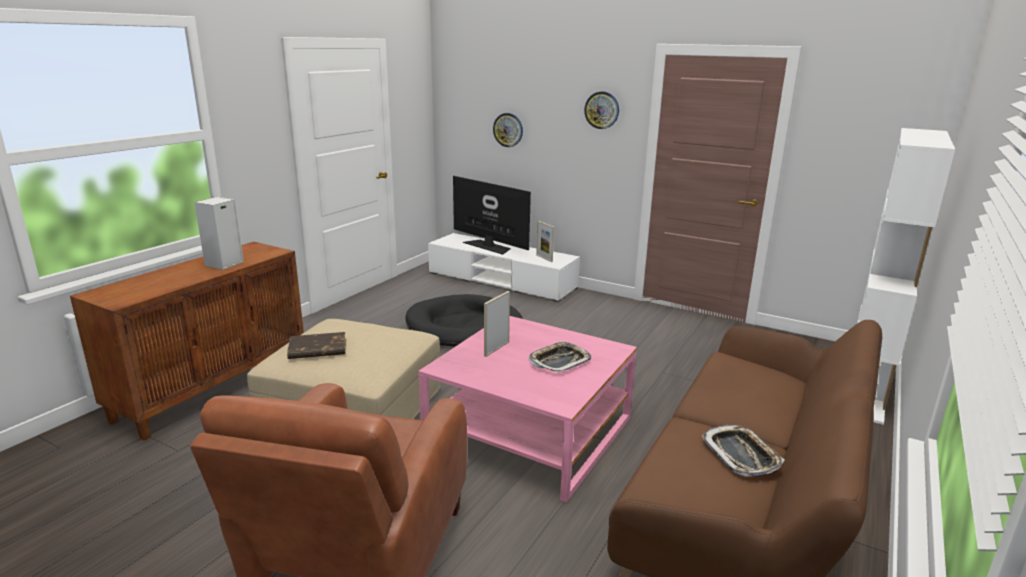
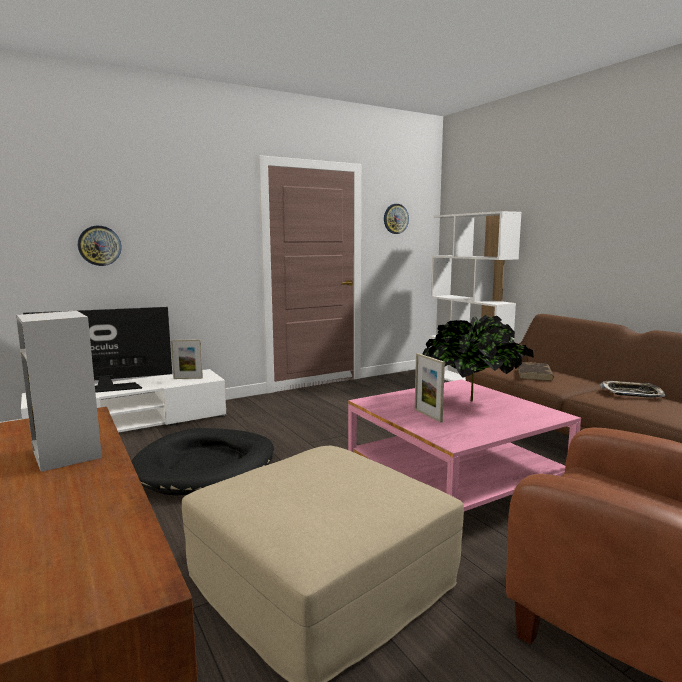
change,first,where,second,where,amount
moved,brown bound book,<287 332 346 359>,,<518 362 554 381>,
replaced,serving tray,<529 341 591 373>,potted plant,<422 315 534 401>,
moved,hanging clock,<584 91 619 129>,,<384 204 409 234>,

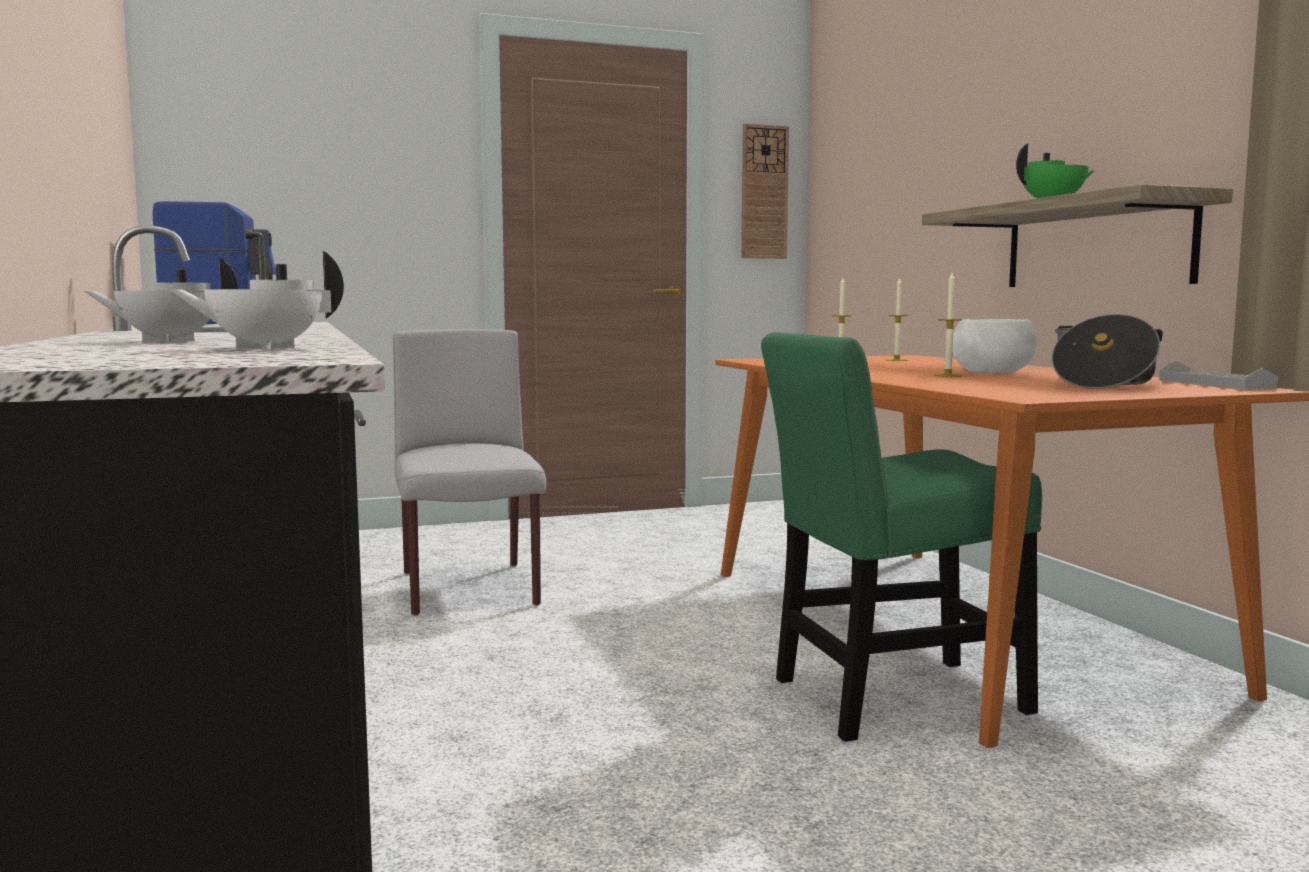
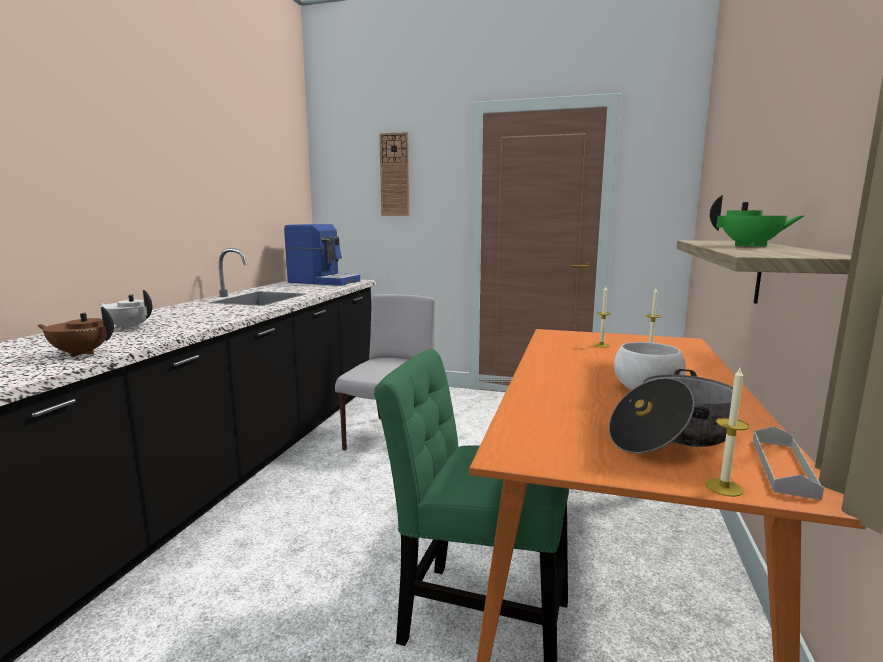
change,first,where,second,where,amount
recoloured,whitish tea pot,<170 251 344 349>,brown tea pot,<37 306 114 357>,
moved,hanging clock,<741 123 789 259>,,<379 132 410 216>,
moved,wax candle,<934 273 962 377>,,<705 368 749 497>,

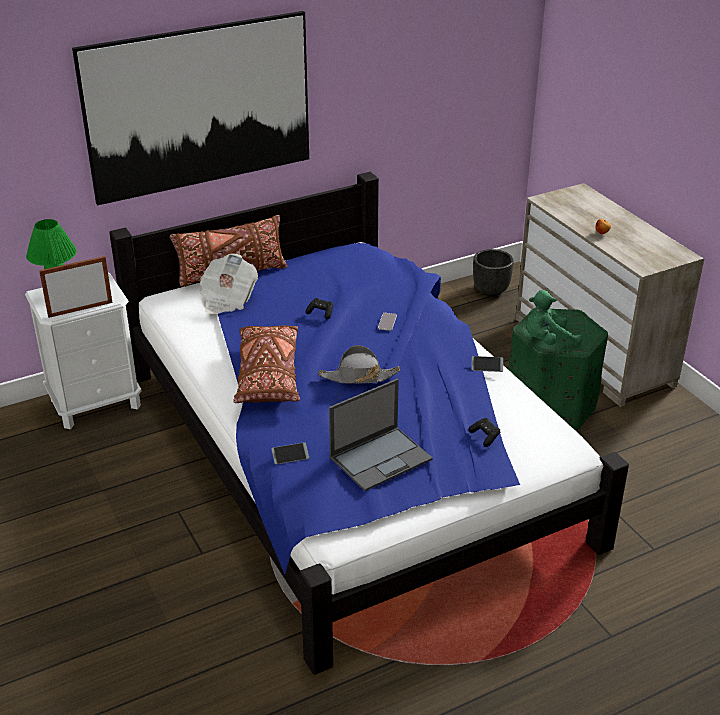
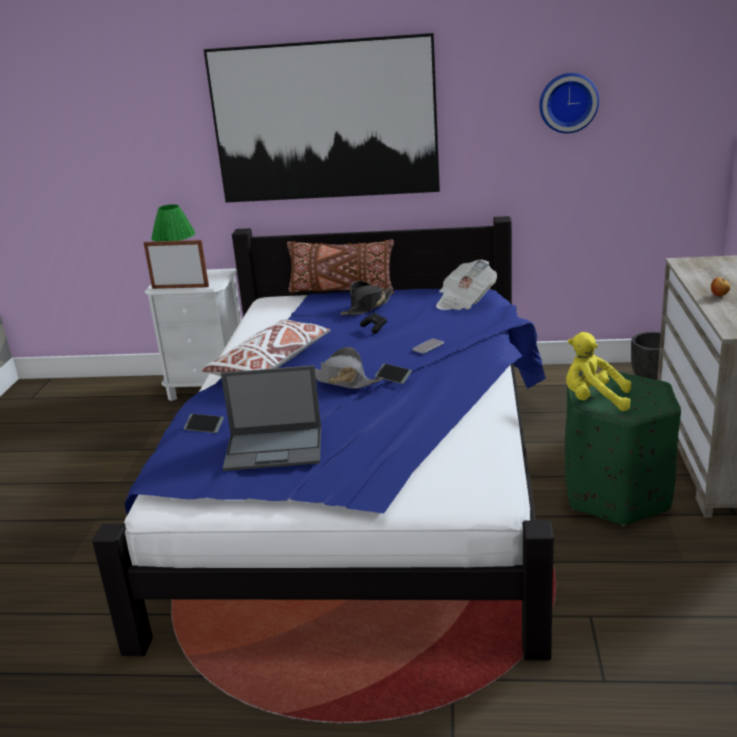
change,first,where,second,where,amount
moved,daily paper,<199 253 258 314>,,<436 260 497 310>,
recoloured,brown throw pillow,<233 325 300 403>,whitish throw pillow,<202 319 330 376>,
removed,black joypad,<468 418 500 447>,,,
moved,handset,<471 356 503 372>,,<375 363 412 384>,
recoloured,green soft toy,<526 290 581 346>,yellow-coloured soft toy,<566 332 632 411>,
added,,,black clothing hat,<341 281 393 315>,
added,,,hanging clock,<539 73 599 133>,

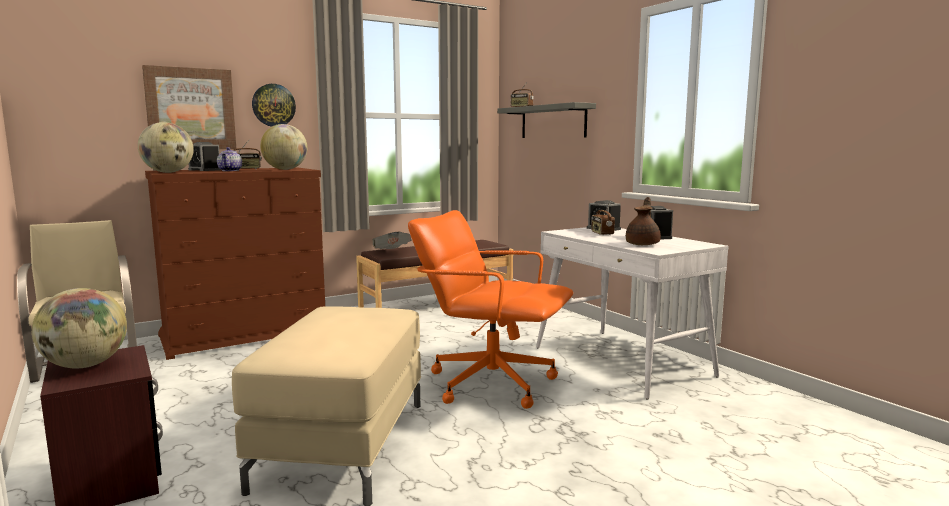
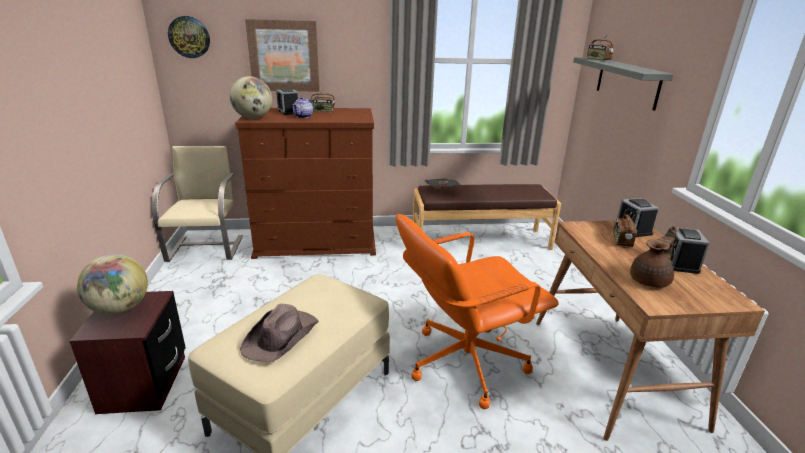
change,first,where,second,where,amount
moved,hanging clock,<252 84 296 127>,,<168 16 210 58>,
removed,desk globe,<260 124 307 170>,,,
turned,orangey desk chair,<408 210 573 409>,,<396 214 559 409>,75 degrees counterclockwise
recoloured,whitish desk,<536 227 729 399>,brown desk,<536 221 765 441>,
added,,,brown clothing hat,<240 304 319 362>,

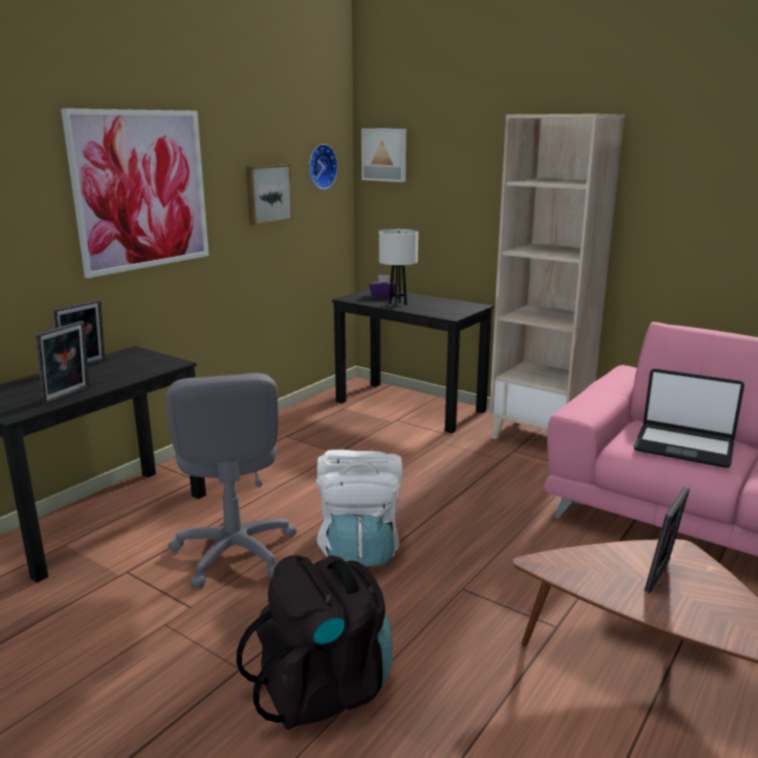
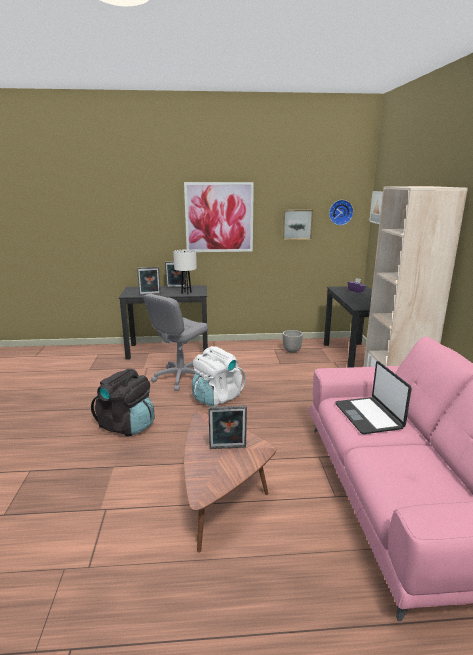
change,first,where,second,where,amount
moved,whitish tabletop lamp,<379 229 418 306>,,<173 249 197 294>,
added,,,plant pot,<283 330 303 353>,

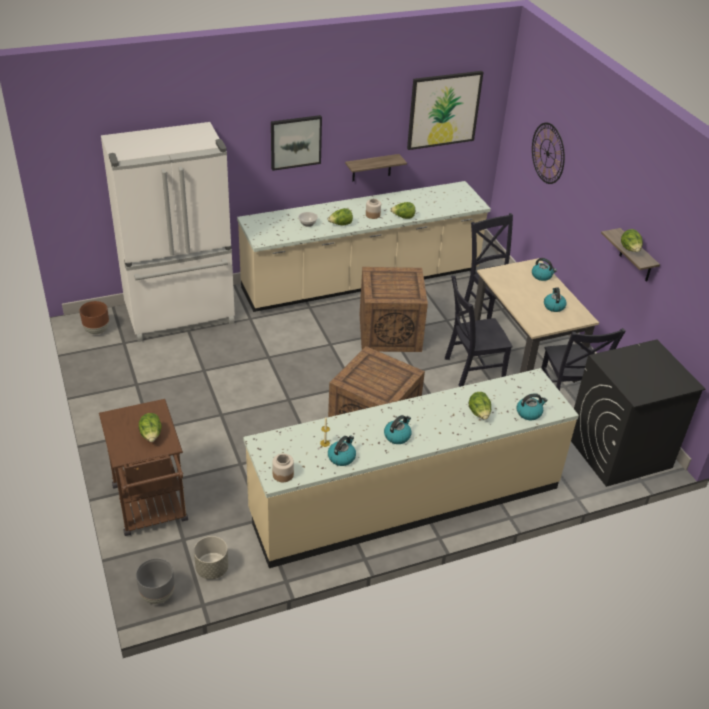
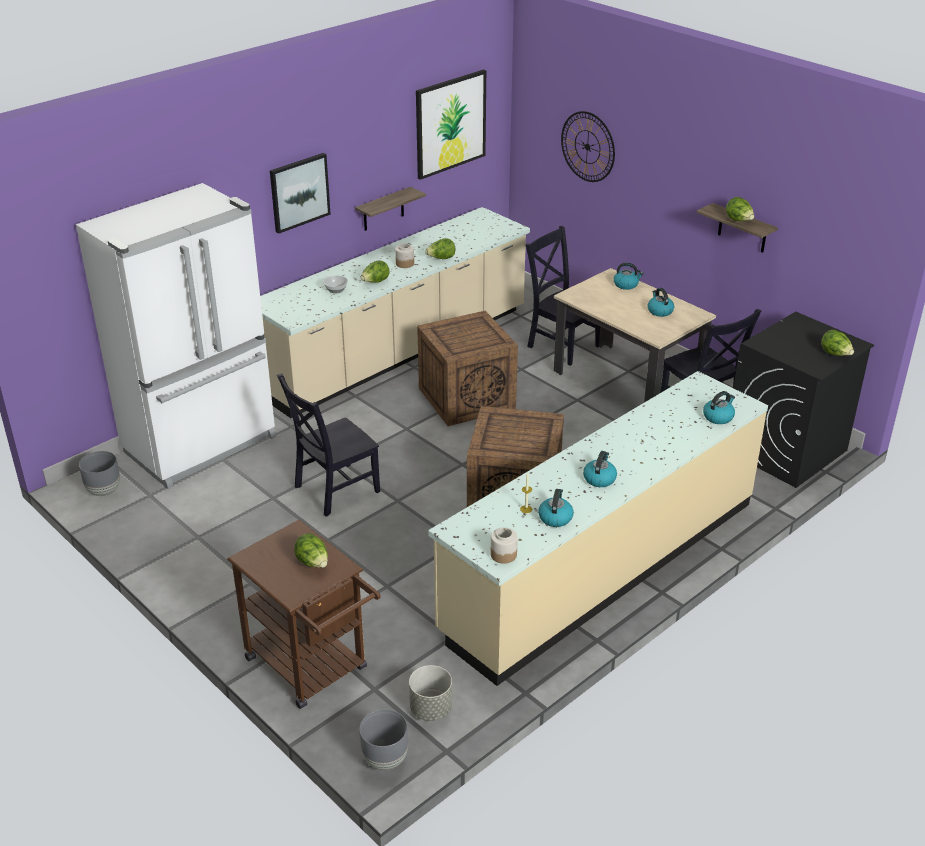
change,first,where,second,where,amount
recoloured,brown plant pot,<79 301 109 334>,greyish plant pot,<79 451 120 496>,
moved,black upright chair,<445 276 513 387>,,<277 374 380 517>,
moved,lettuce head,<469 392 491 420>,,<821 329 854 356>,

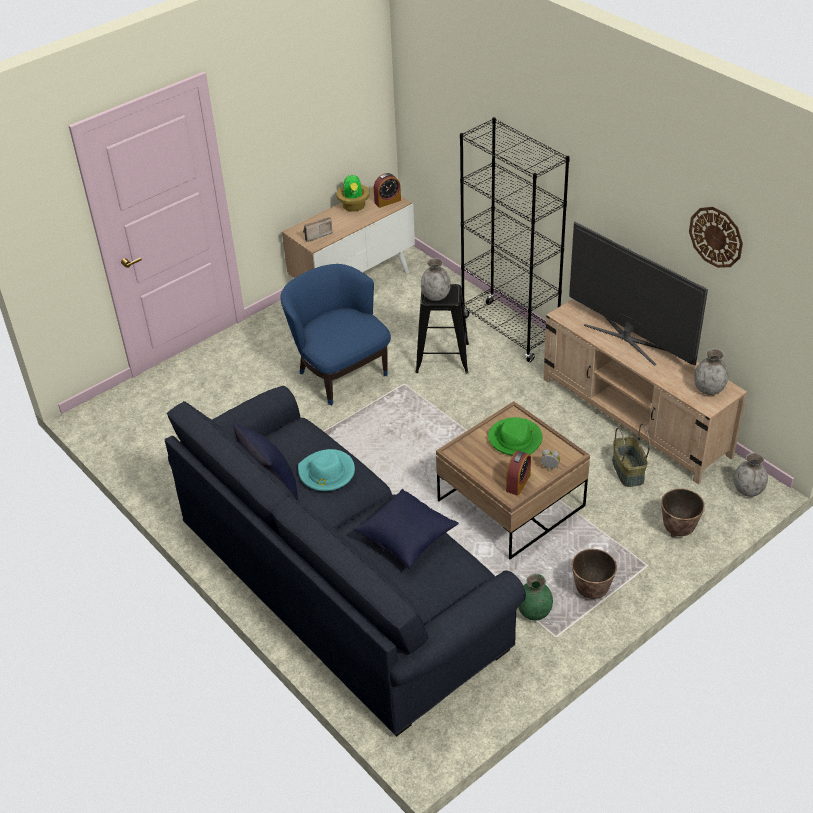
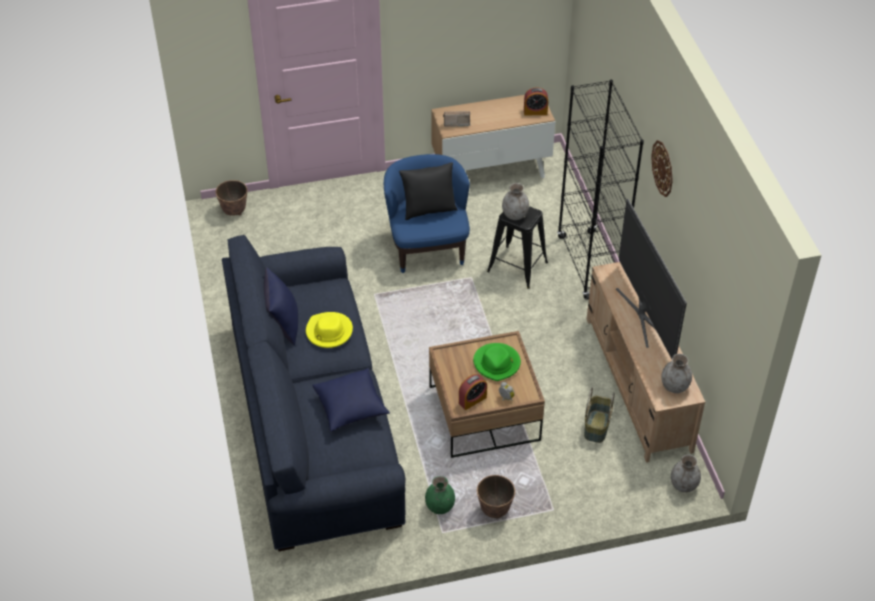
change,first,where,second,where,amount
recoloured,turquoise-coloured clothing hat,<298 449 355 491>,yellow-coloured clothing hat,<306 312 353 348>,
removed,potted plant,<337 173 370 212>,,,
moved,plant pot,<661 488 705 537>,,<215 180 247 216>,
moved,hanging clock,<689 207 743 268>,,<651 140 673 197>,
added,,,black throw pillow,<399 162 458 220>,

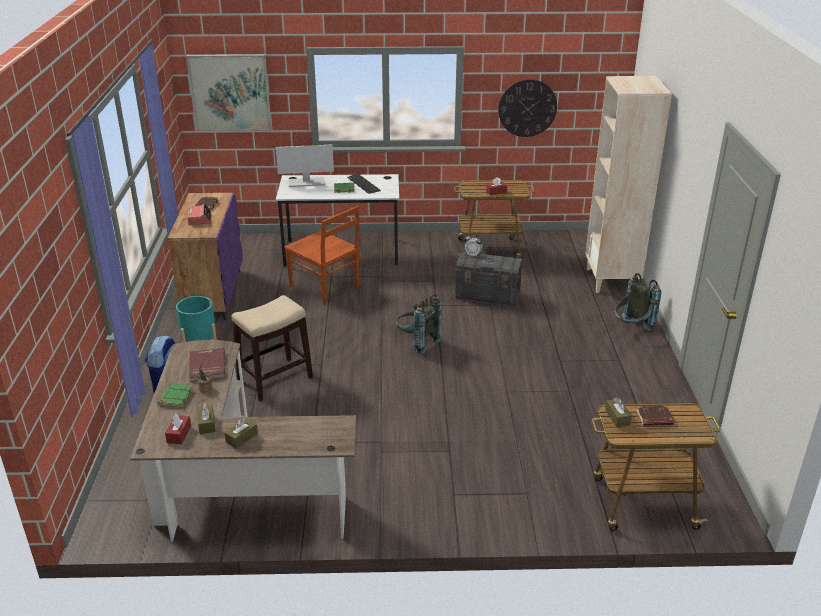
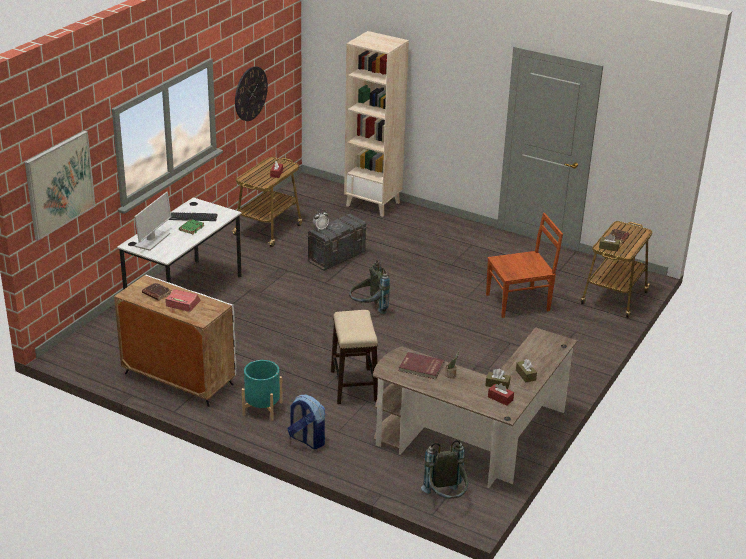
change,first,where,second,where,amount
removed,green bound book,<158 384 193 407>,,,
recoloured,purplish storage cabinet,<168 193 243 320>,whitish storage cabinet,<114 275 236 407>,
moved,brown upright chair,<284 206 359 305>,,<486 213 563 318>,
moved,greyish knapsack,<614 273 661 331>,,<421 440 468 499>,

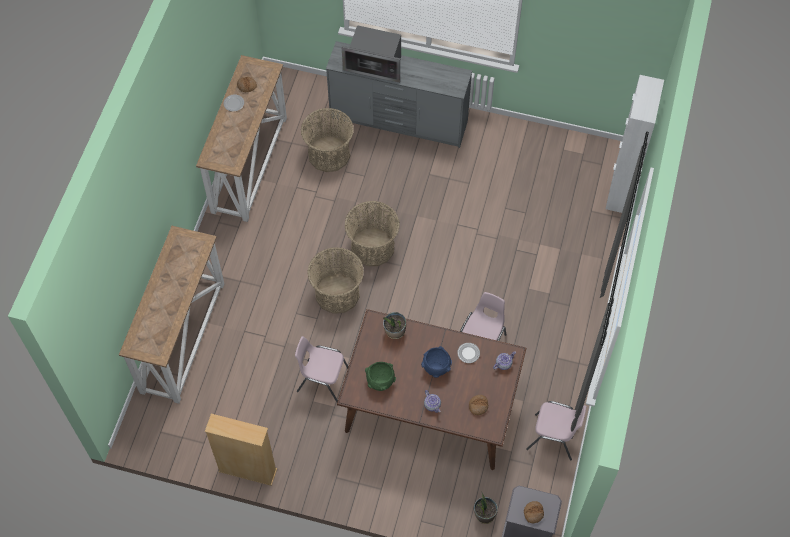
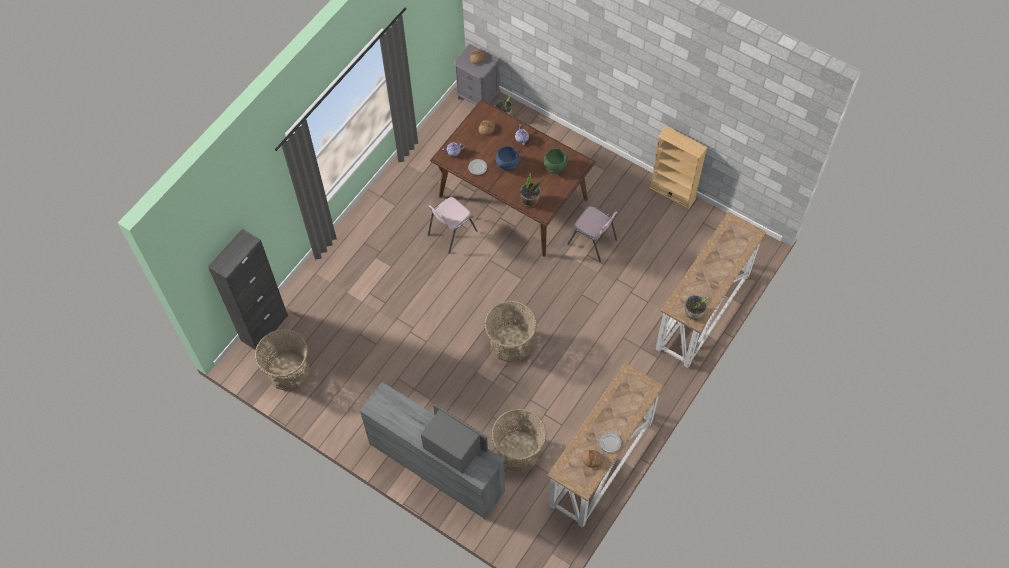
change,first,where,second,where,amount
moved,household basket,<308 247 364 314>,,<255 329 310 391>,
removed,pink-coloured upright chair,<526 401 586 461>,,,
recoloured,whitish storage cabinet,<606 75 664 213>,black storage cabinet,<208 229 288 350>,
added,,,potted plant,<685 295 709 320>,

